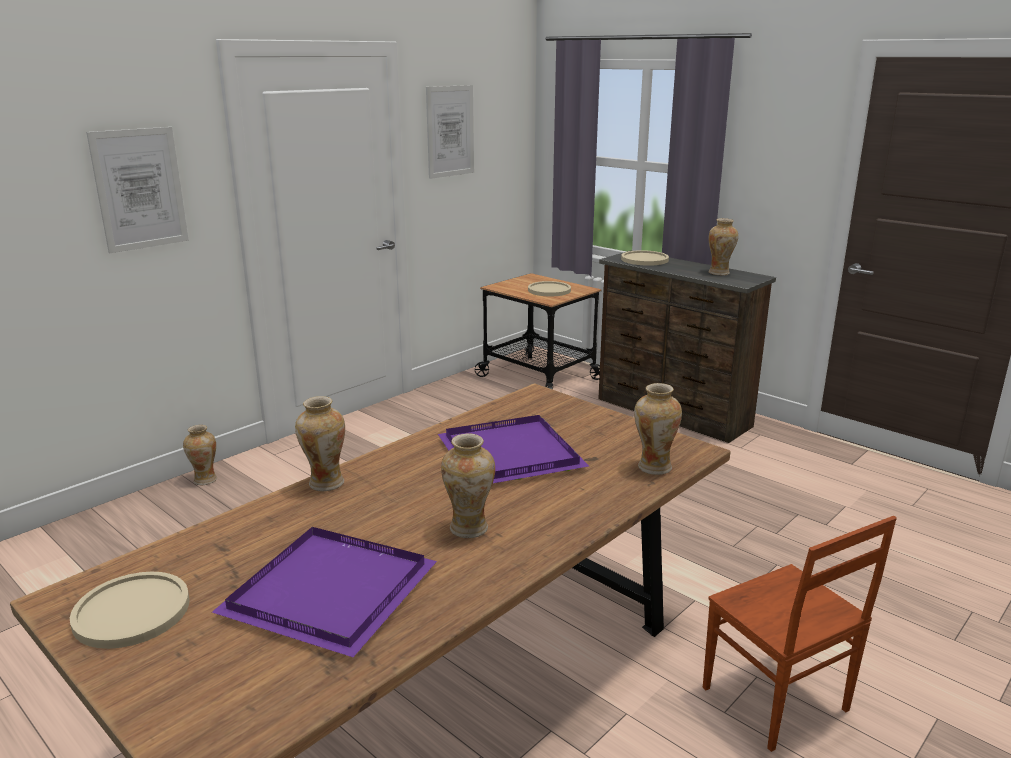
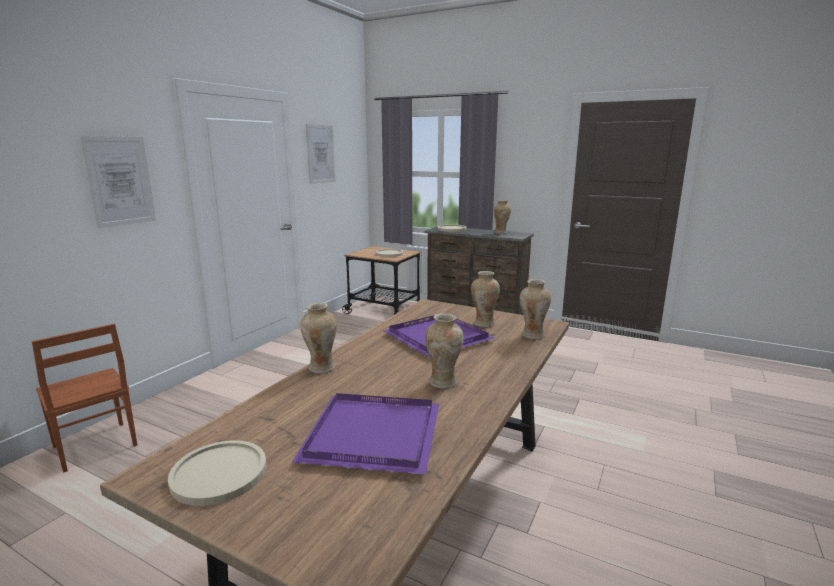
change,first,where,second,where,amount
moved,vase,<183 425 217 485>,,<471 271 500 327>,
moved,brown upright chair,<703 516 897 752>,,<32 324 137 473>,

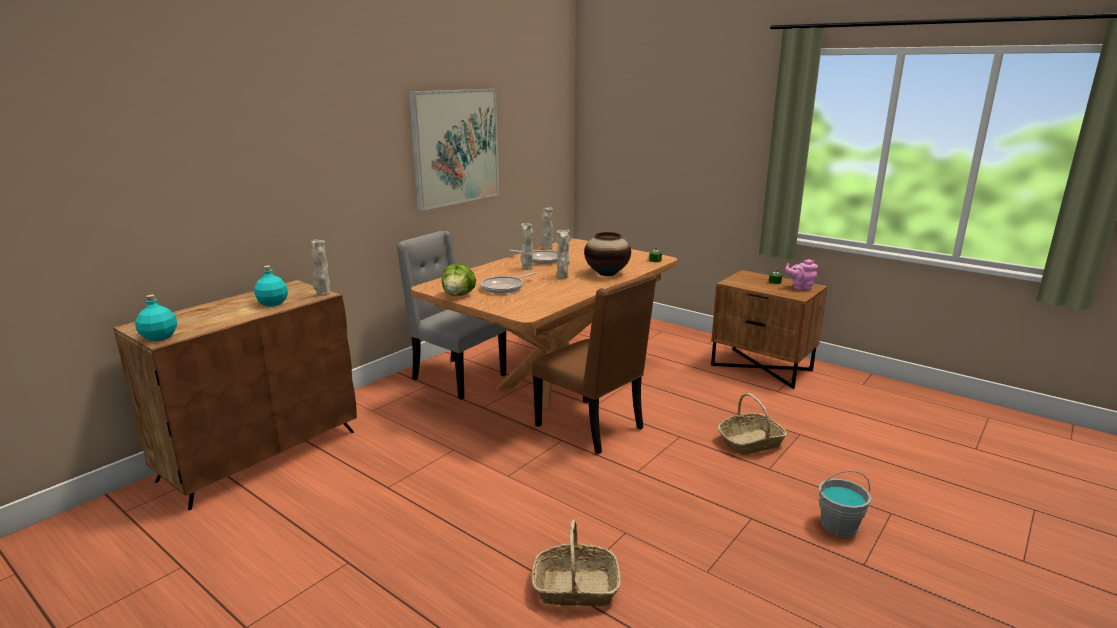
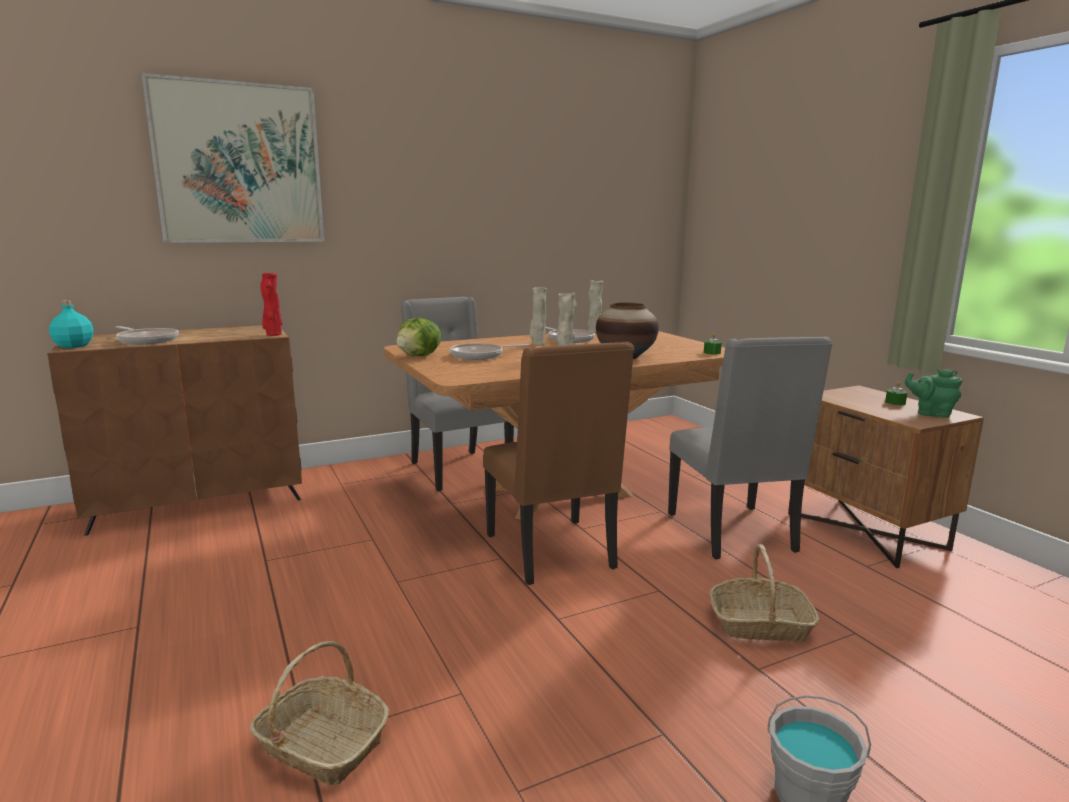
change,first,where,second,where,amount
removed,turquoise-coloured beverage bottle,<254 265 288 306>,,,
recoloured,beige vase,<311 240 330 296>,reddish vase,<260 273 282 336>,
moved,picture,<409 89 499 211>,,<141 73 324 243>,
recoloured,pink-coloured tea pot,<785 259 818 290>,green tea pot,<905 369 962 418>,
added,,,pan,<116 326 179 344>,
added,,,greyish upright chair,<668 337 833 559>,

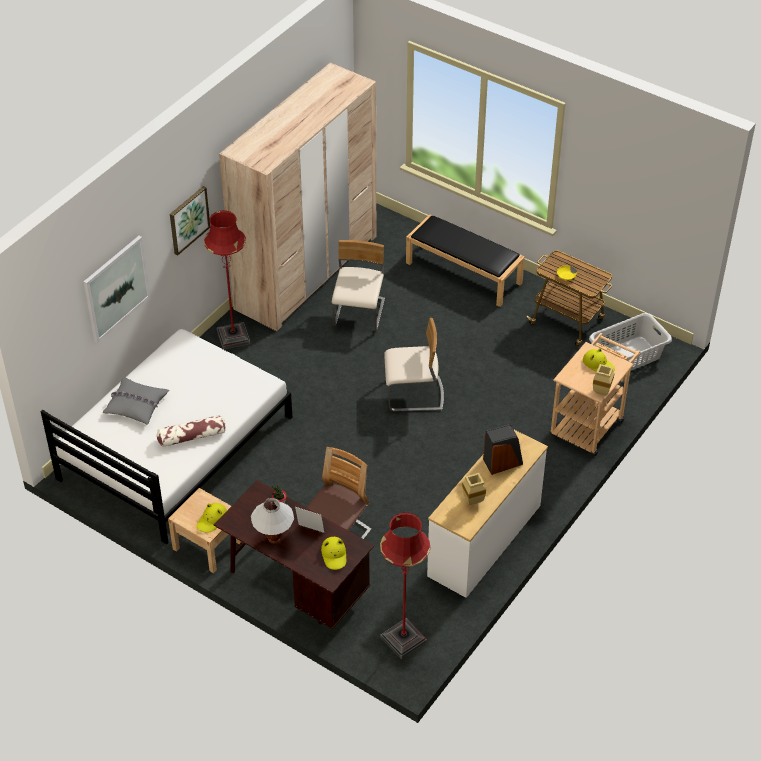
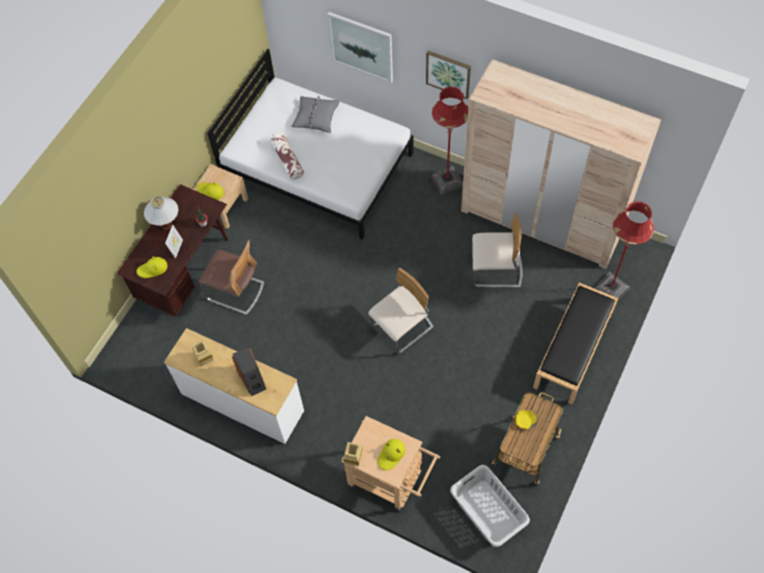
change,first,where,second,where,amount
moved,reddish floor lamp,<380 513 431 659>,,<594 201 654 301>,
turned,beige upright chair,<384 318 444 412>,,<368 268 434 354>,120 degrees counterclockwise

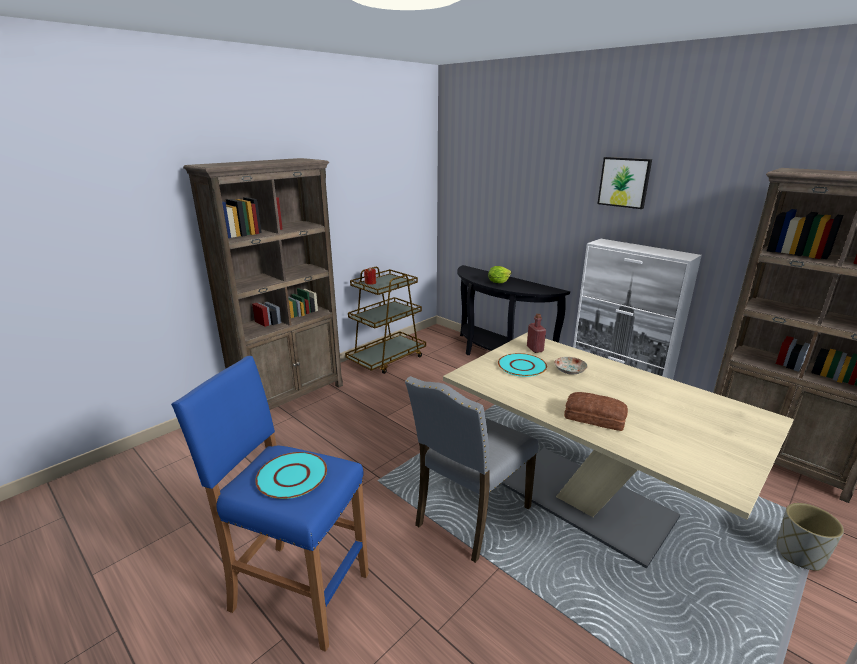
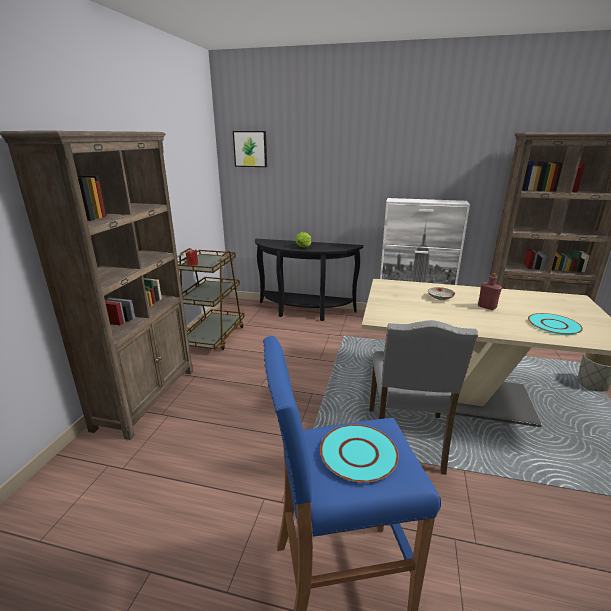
change,first,where,second,where,amount
moved,turquoise-coloured dinner plate,<498 353 547 377>,,<528 313 583 335>,
moved,reddish beverage bottle,<527 314 546 353>,,<478 273 502 310>,
removed,bread,<564 392 628 431>,,,
moved,picture,<597 157 652 209>,,<233 131 267 167>,

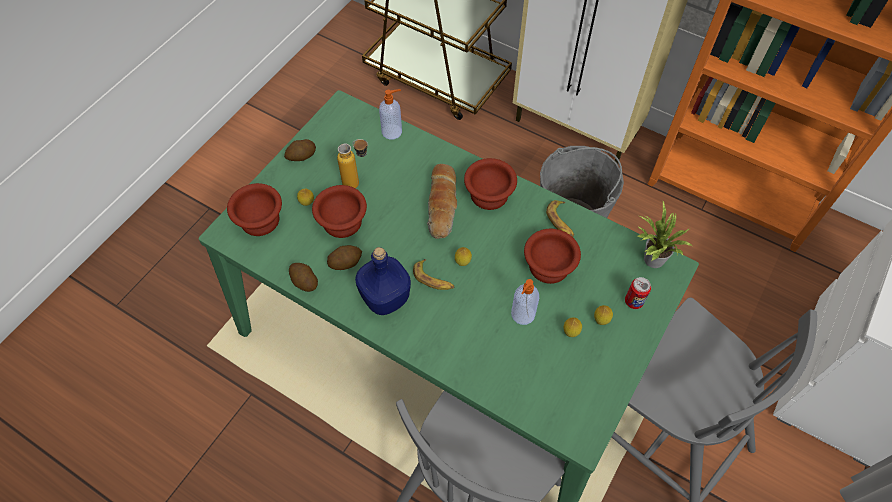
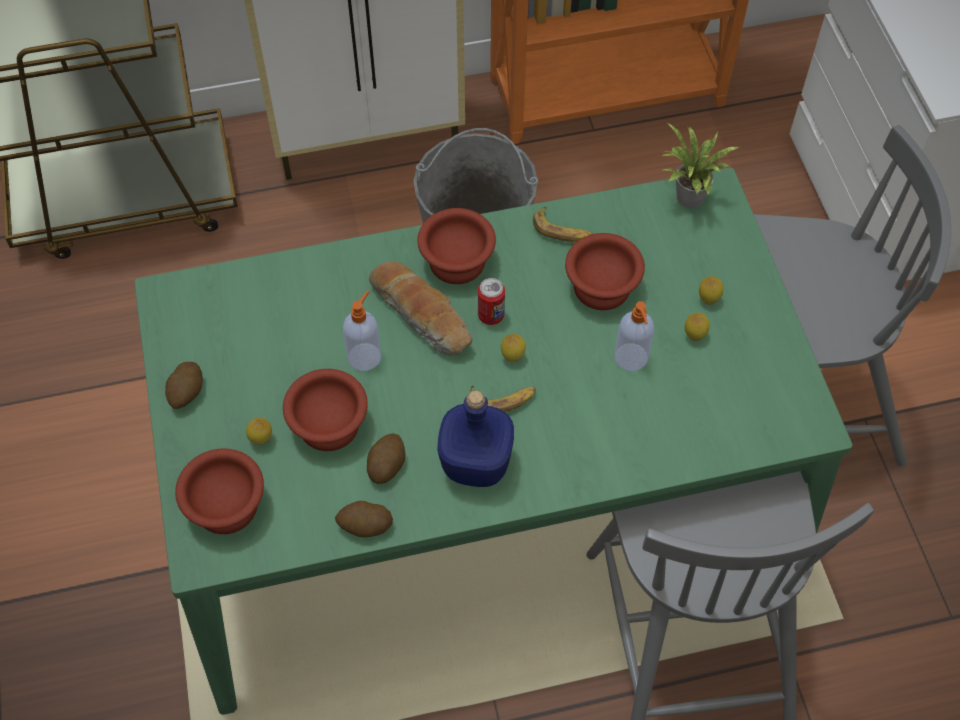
change,first,where,second,where,amount
removed,beverage bottle,<337 139 368 189>,,,
moved,soap dispenser,<379 89 402 140>,,<343 290 381 371>,
moved,can,<625 277 651 309>,,<478 278 505 325>,

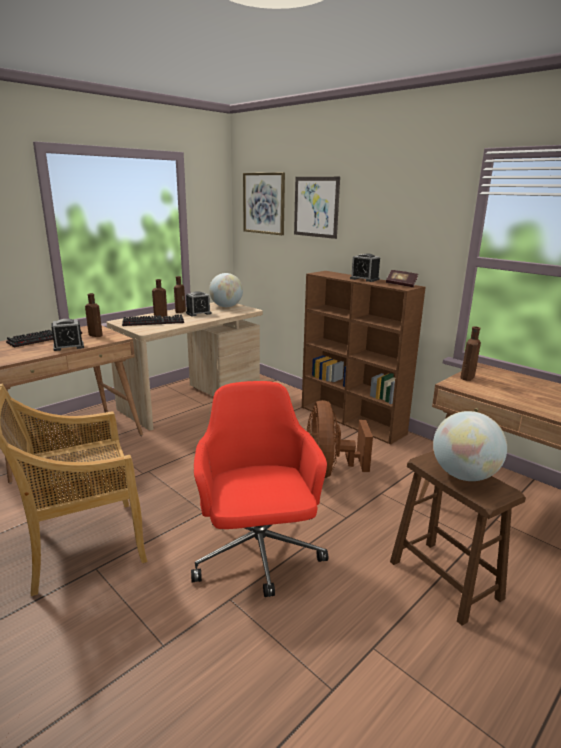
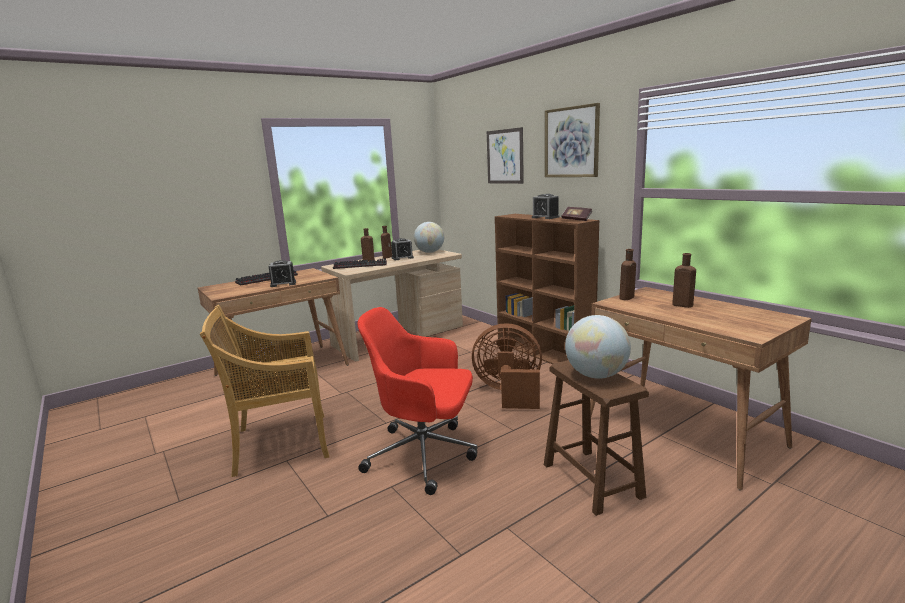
change,first,where,second,where,amount
moved,brown beverage bottle,<85 293 103 337>,,<672 253 696 308>,
turned,reddish desk chair,<191 381 328 597>,,<358 307 477 495>,75 degrees counterclockwise
moved,picture,<243 172 285 235>,,<545 103 600 177>,
turned,brown electric fan,<307 400 373 478>,,<472 323 542 409>,90 degrees clockwise

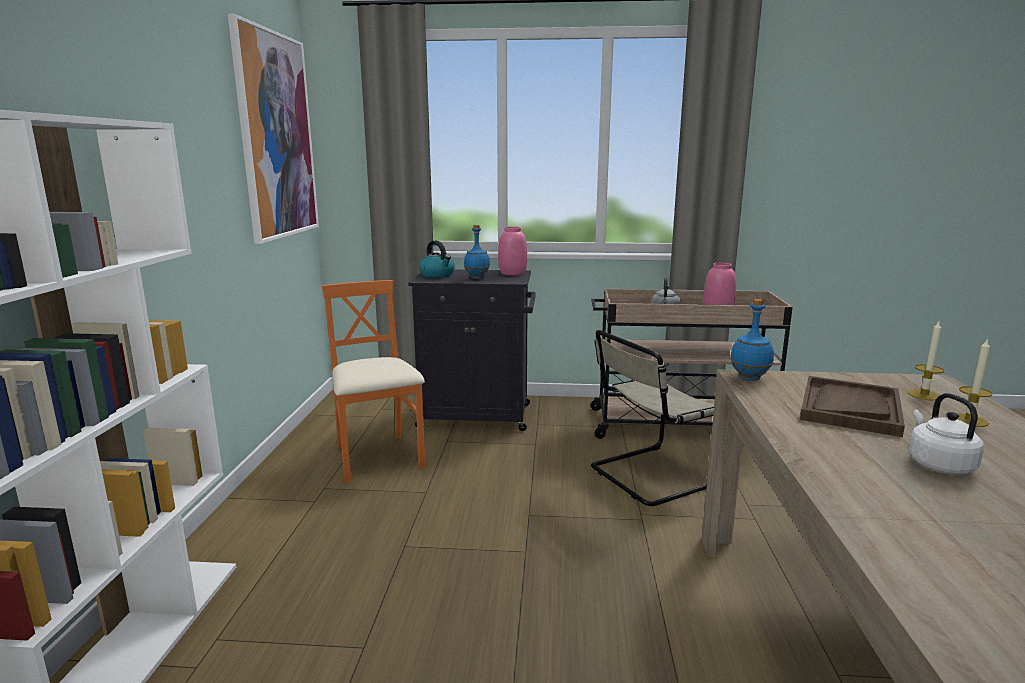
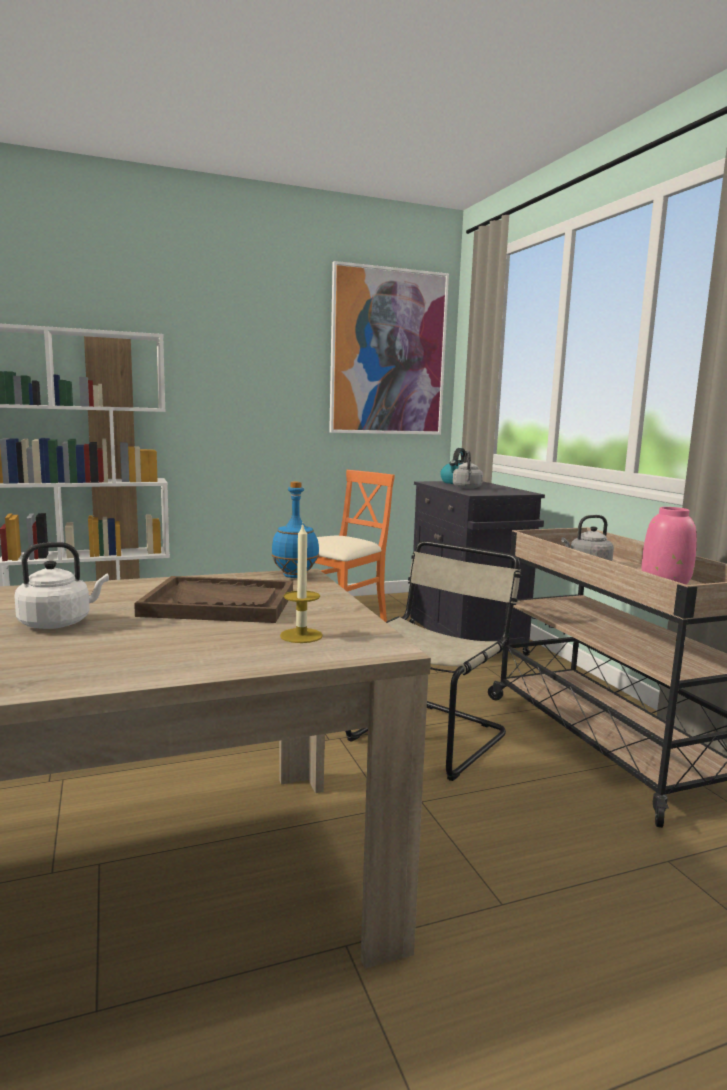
change,first,where,second,where,amount
replaced,blue-coloured beverage bottle,<464 225 490 279>,greyish water kettle,<453 450 483 489>,
removed,pink-coloured vase,<498 227 527 275>,,,
turned,beige upright chair,<591 330 715 506>,,<345 540 522 781>,90 degrees clockwise
removed,wax candle,<957 338 993 427>,,,

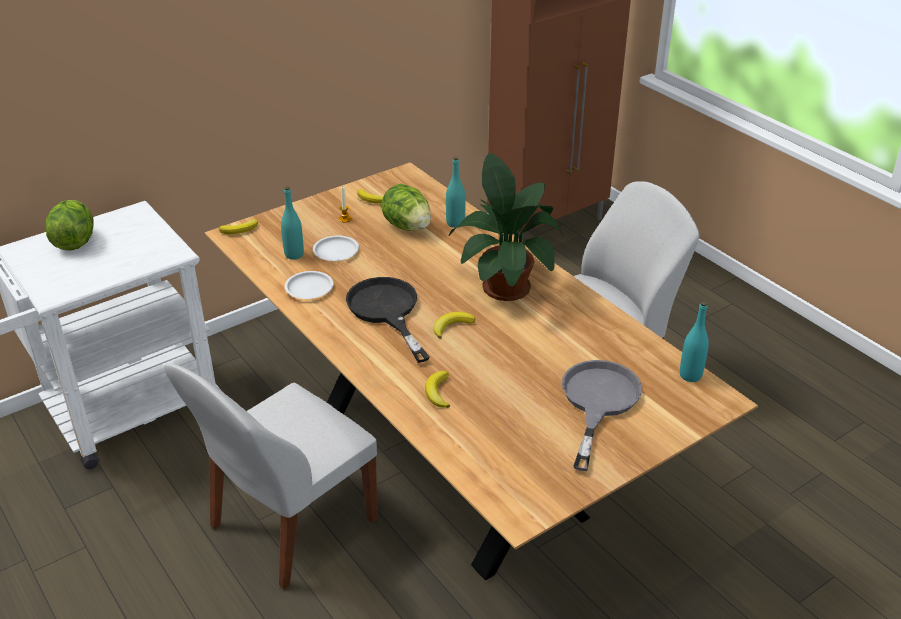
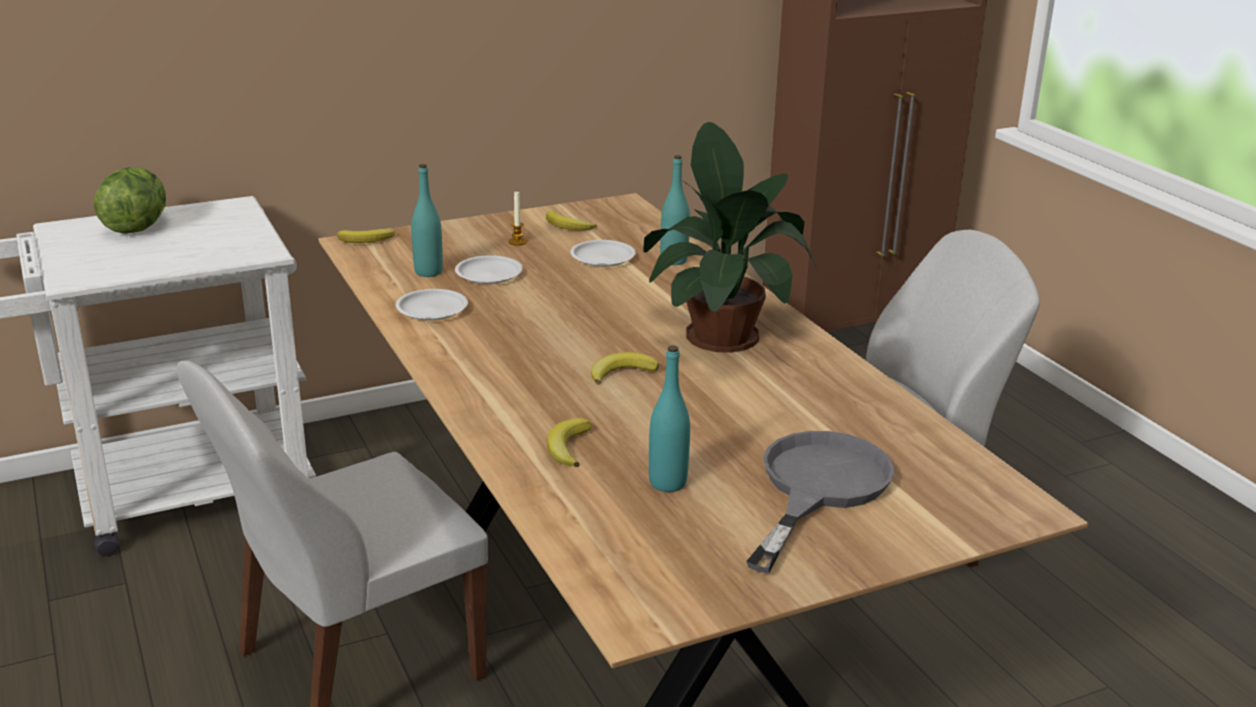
change,first,where,second,where,amount
removed,black pan,<346 277 430 363>,,,
replaced,lettuce head,<381 184 431 231>,whitish dinner plate,<570 240 636 267>,
moved,turquoise-coloured beverage bottle,<680 301 709 382>,,<649 345 690 492>,

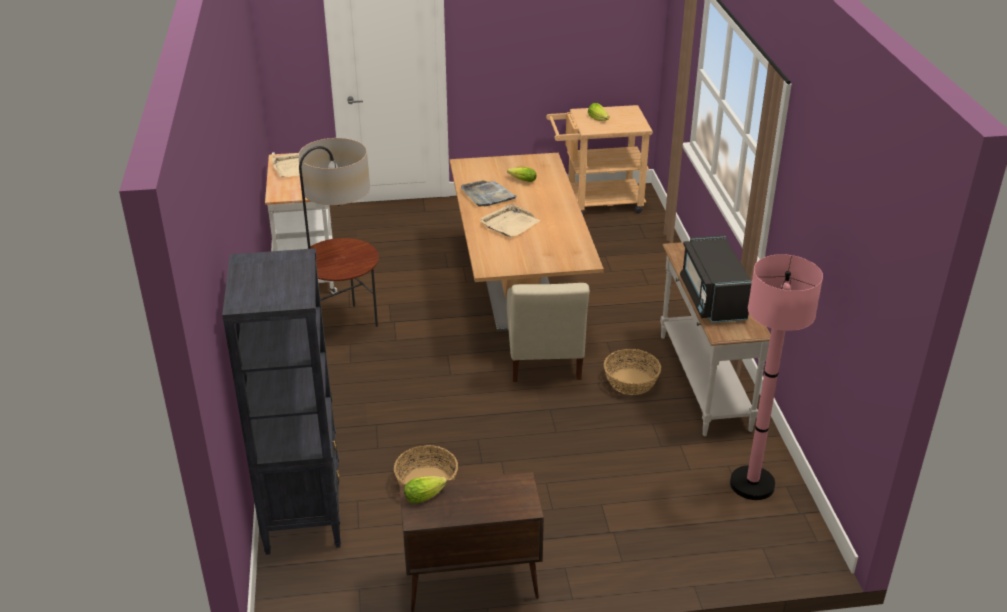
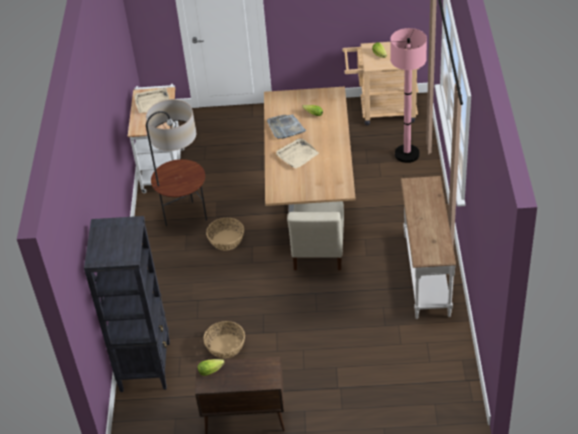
change,first,where,second,where,amount
moved,household basket,<604 349 661 395>,,<206 218 244 251>,
removed,black microwave oven,<680 235 752 323>,,,
moved,pink-coloured floor lamp,<730 254 823 500>,,<390 28 427 163>,

